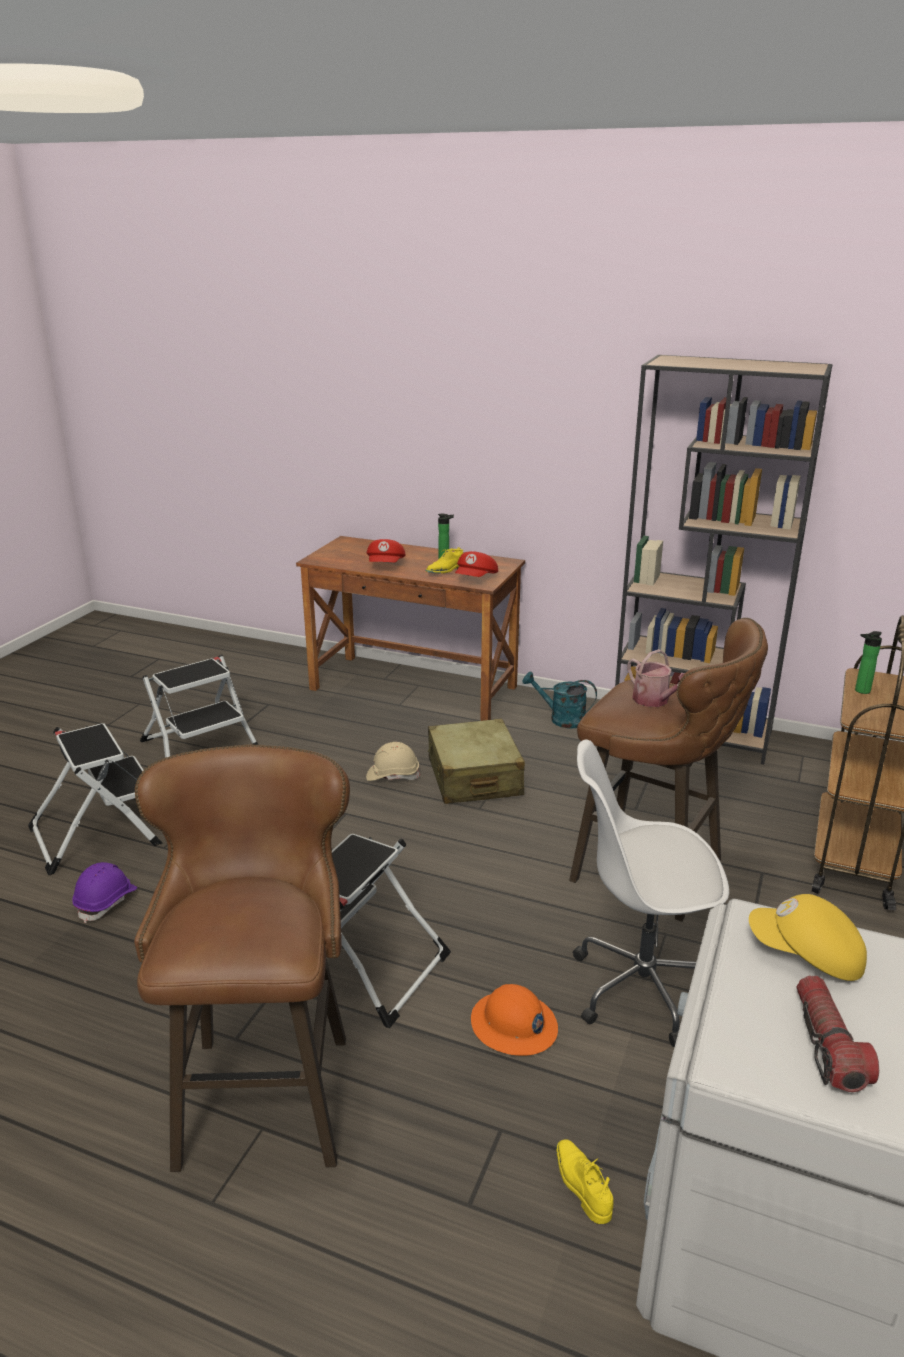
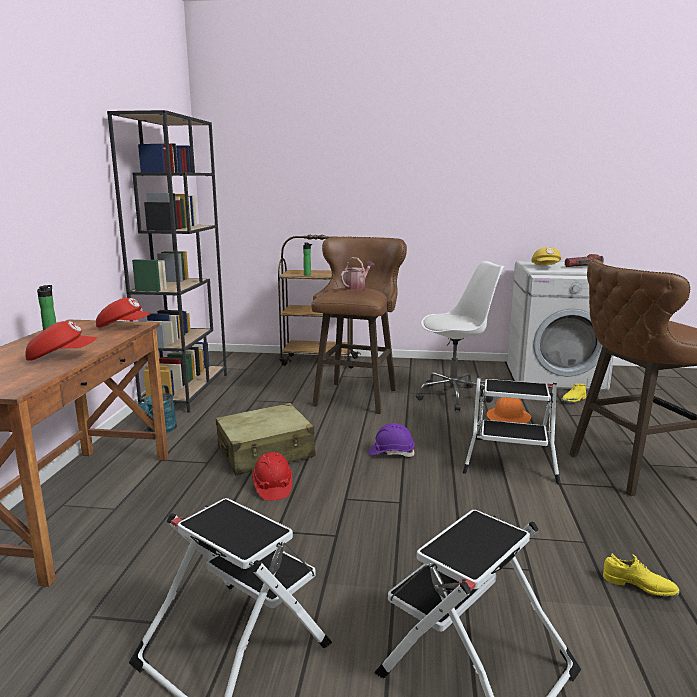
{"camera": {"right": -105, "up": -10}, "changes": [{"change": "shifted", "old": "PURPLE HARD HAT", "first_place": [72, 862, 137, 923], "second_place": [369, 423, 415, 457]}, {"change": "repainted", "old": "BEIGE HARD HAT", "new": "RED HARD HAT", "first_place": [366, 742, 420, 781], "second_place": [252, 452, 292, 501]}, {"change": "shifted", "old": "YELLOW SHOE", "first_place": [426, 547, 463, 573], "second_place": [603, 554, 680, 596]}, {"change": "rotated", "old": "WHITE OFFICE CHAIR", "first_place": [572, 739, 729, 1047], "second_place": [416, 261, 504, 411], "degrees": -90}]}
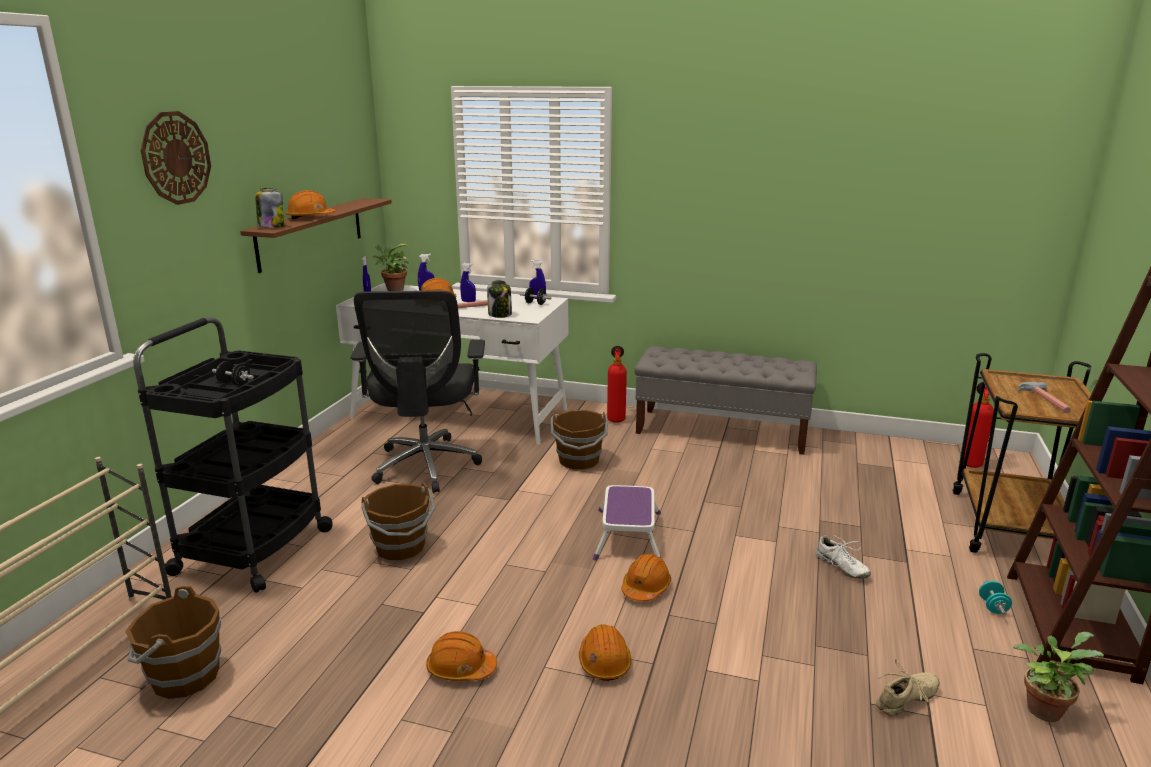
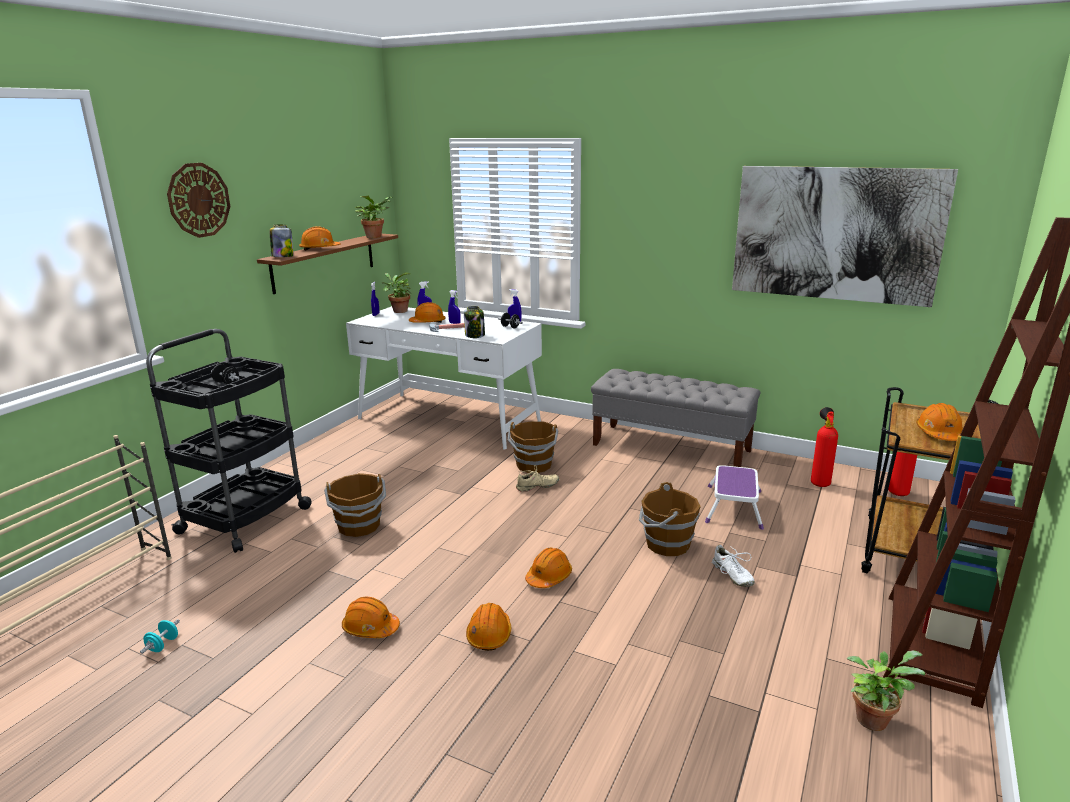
{"camera": {"right": 10, "up": 0}, "changes": [{"change": "shifted", "old": "BROWN BUCKET", "first_place": [125, 586, 221, 699], "second_place": [639, 482, 701, 556]}, {"change": "gone", "old": "OFFICE CHAIR", "first_place": [350, 291, 485, 493]}, {"change": "shifted", "old": "PURPLE STEP LADDER", "first_place": [593, 485, 661, 561], "second_place": [705, 465, 764, 530]}, {"change": "shifted", "old": "FIRE EXTINGUISHER", "first_place": [607, 346, 627, 423], "second_place": [811, 407, 838, 487]}, {"change": "shifted", "old": "BEIGE SHOE", "first_place": [876, 659, 940, 717], "second_place": [516, 465, 559, 492]}, {"change": "shifted", "old": "TURQUOISE DUMBBELL", "first_place": [979, 581, 1012, 615], "second_place": [140, 619, 180, 654]}, {"change": "swapped", "old": "HAMMER", "new": "ORANGE HARD HAT", "first_place": [1018, 382, 1071, 413], "second_place": [916, 403, 963, 441]}, {"change": "new", "new": "POTTED PLANT", "second_place": [355, 196, 393, 238]}, {"change": "new", "new": "PICTURE", "second_place": [732, 166, 958, 307]}]}
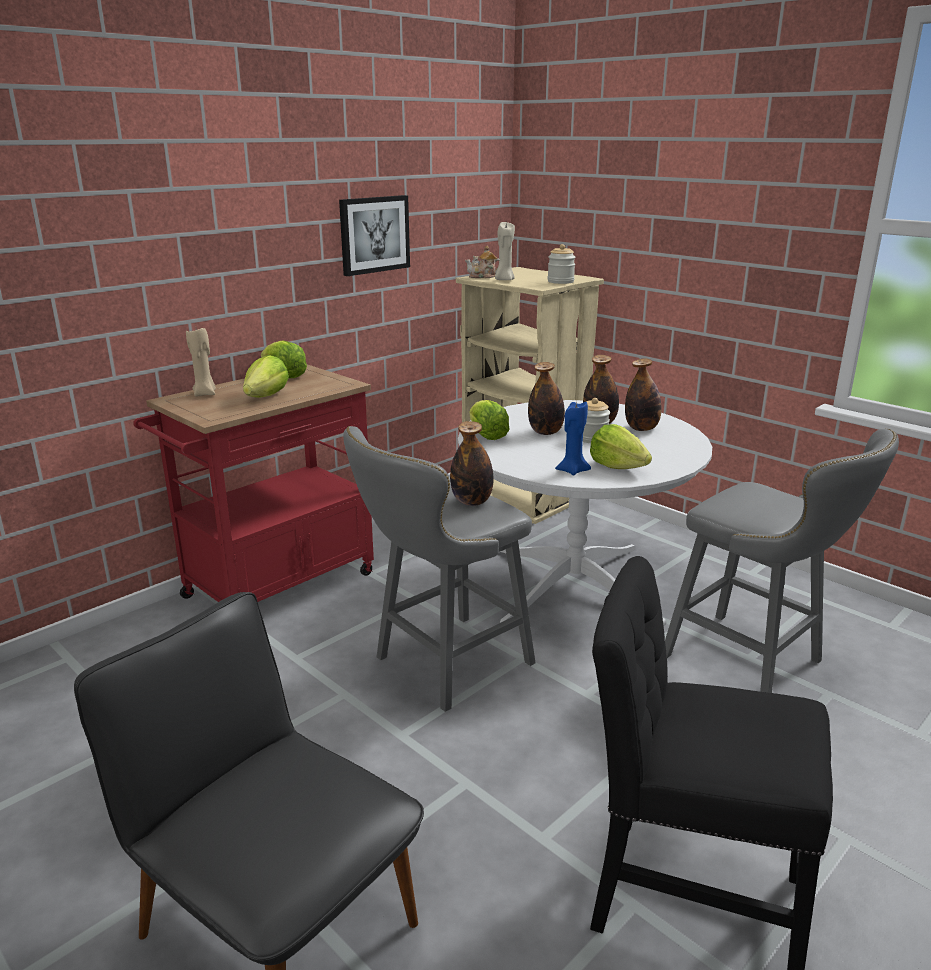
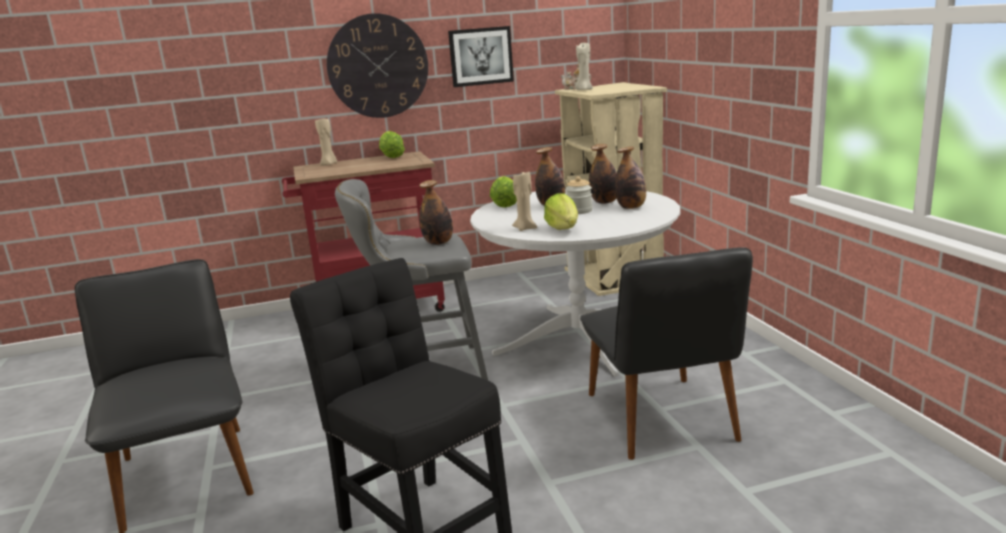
{"camera": {"right": 30, "up": -5}, "changes": [{"change": "gone", "old": "LETTUCE", "first_place": [243, 355, 289, 398]}, {"change": "gone", "old": "JAR", "first_place": [547, 244, 576, 284]}, {"change": "repainted", "old": "BLUE CANDLE", "new": "BEIGE CANDLE", "first_place": [555, 401, 591, 475], "second_place": [512, 172, 537, 231]}, {"change": "swapped", "old": "GREY STOOL", "new": "BLACK CHAIR", "first_place": [665, 429, 899, 693], "second_place": [580, 247, 753, 460]}, {"change": "new", "new": "WALL CLOCK", "second_place": [327, 13, 428, 118]}]}
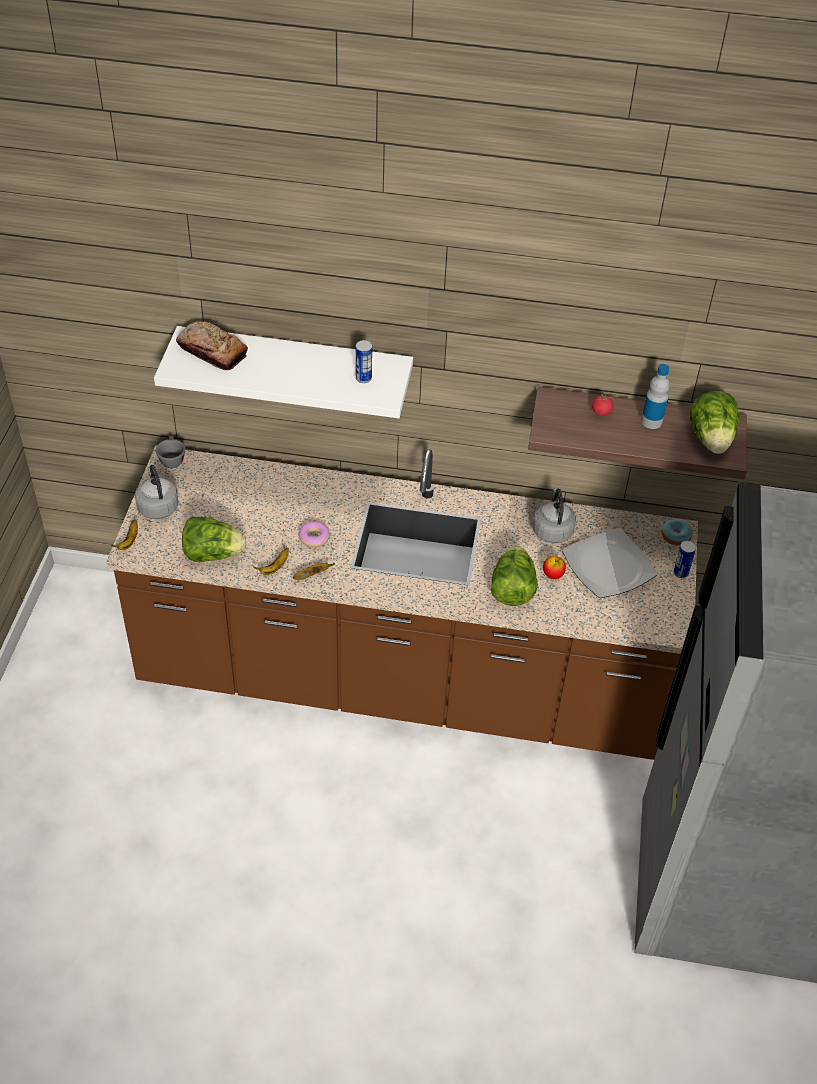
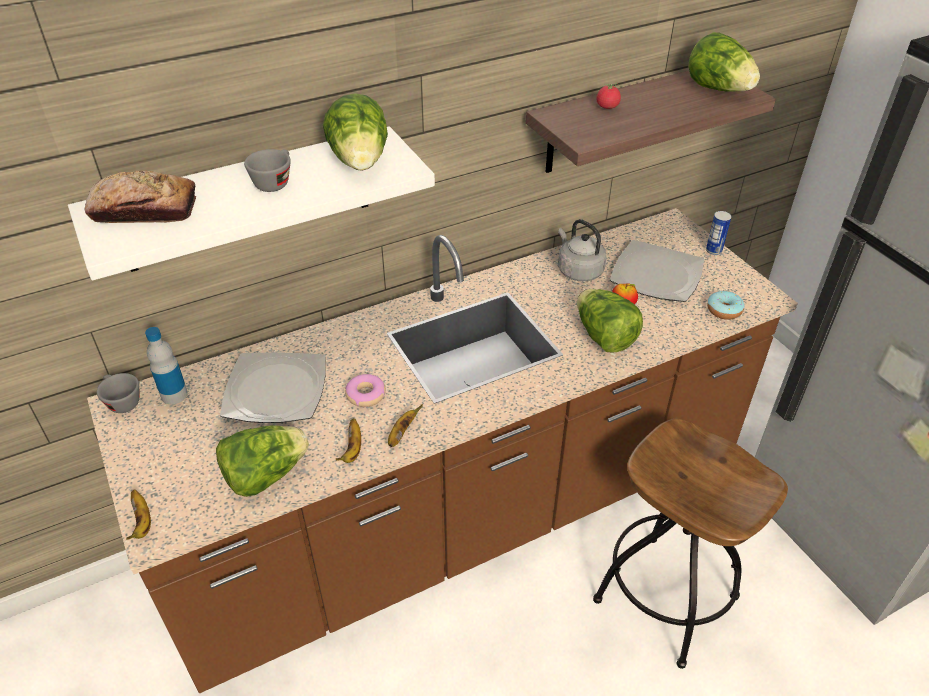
{"camera": {"right": -35, "up": -5}, "changes": [{"change": "gone", "old": "GREY KETTLE", "first_place": [135, 465, 179, 519]}, {"change": "swapped", "old": "CAN", "new": "LETTUCE", "first_place": [356, 340, 372, 383], "second_place": [323, 93, 388, 171]}, {"change": "shifted", "old": "BOTTLE", "first_place": [641, 364, 670, 429], "second_place": [145, 327, 188, 404]}, {"change": "shifted", "old": "DONUT", "first_place": [662, 519, 693, 546], "second_place": [707, 291, 745, 320]}, {"change": "new", "new": "PLATE", "second_place": [220, 353, 325, 423]}, {"change": "new", "new": "GREY CUP", "second_place": [244, 149, 291, 192]}, {"change": "new", "new": "BROWN STOOL", "second_place": [593, 418, 788, 669]}]}
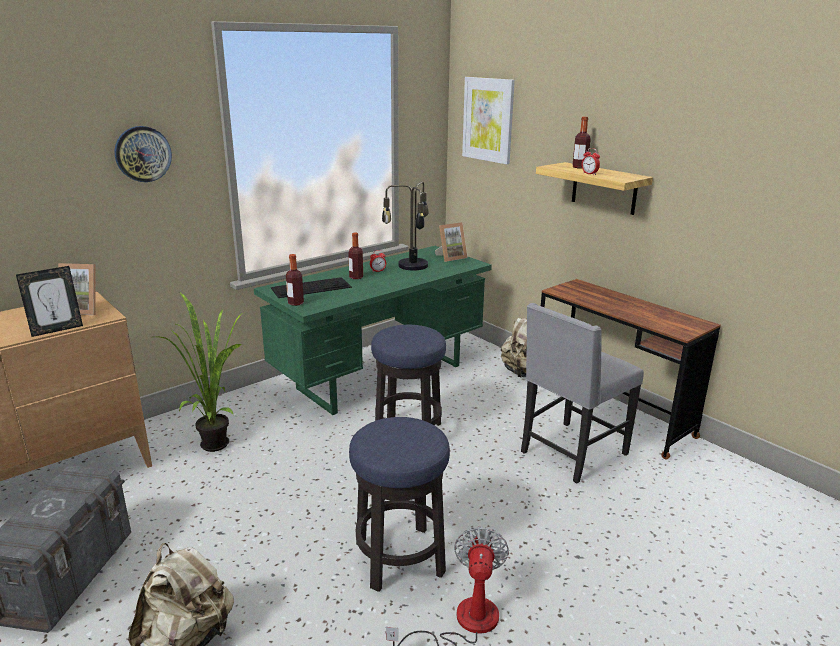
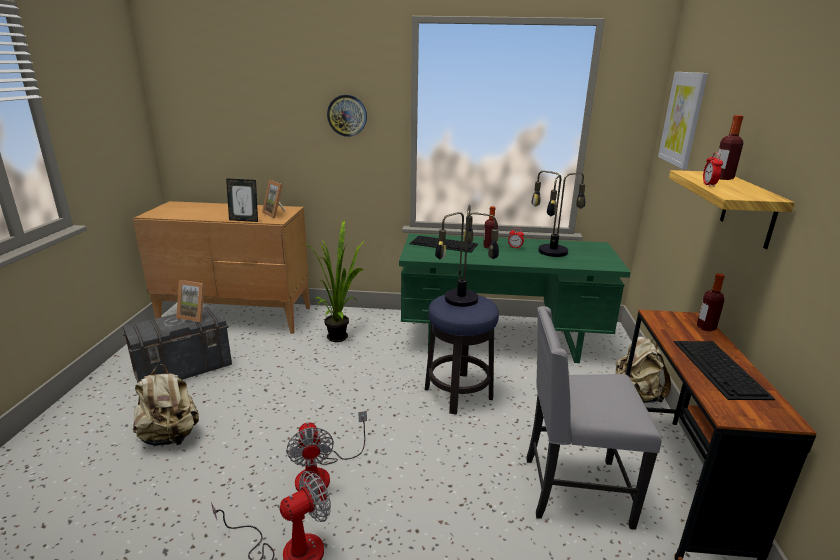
{"camera": {"right": 45, "up": 0}, "changes": [{"change": "shifted", "old": "BOTTLE", "first_place": [286, 254, 304, 306], "second_place": [697, 273, 725, 331]}, {"change": "swapped", "old": "STOOL", "new": "FAN", "first_place": [349, 417, 450, 592], "second_place": [286, 411, 367, 491]}, {"change": "shifted", "old": "PICTURE FRAME", "first_place": [435, 222, 468, 262], "second_place": [176, 280, 204, 322]}, {"change": "new", "new": "TABLE LAMP", "second_place": [435, 205, 499, 307]}, {"change": "new", "new": "KEYBOARD", "second_place": [674, 341, 775, 400]}]}
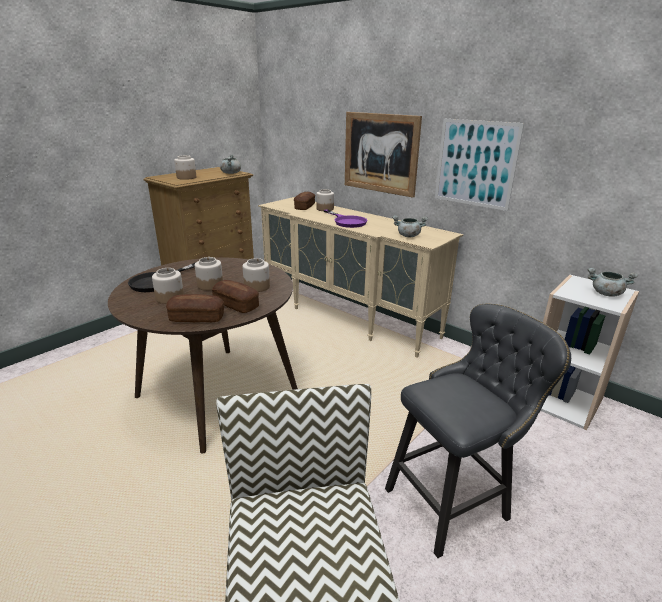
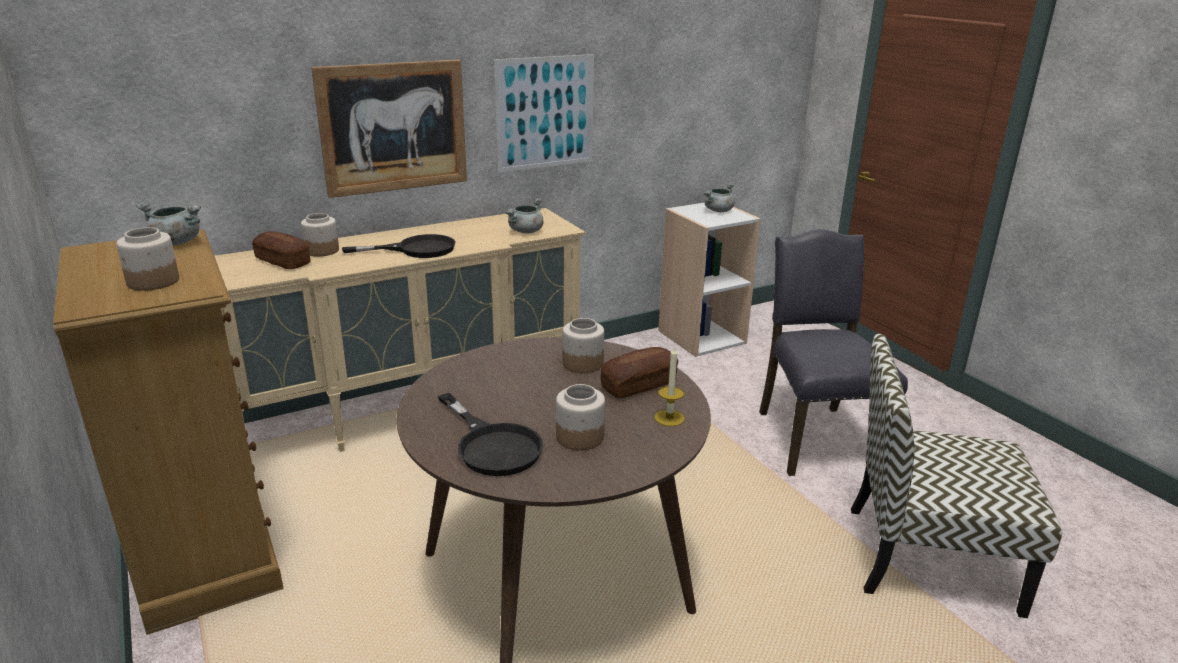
{"camera": {"right": -70, "up": 0}, "changes": [{"change": "swapped", "old": "BREAD", "new": "CANDLE", "first_place": [166, 294, 224, 322], "second_place": [654, 346, 684, 427]}, {"change": "gone", "old": "JAR", "first_place": [195, 257, 223, 291]}, {"change": "repainted", "old": "PURPLE FRYING PAN", "new": "BLACK FRYING PAN", "first_place": [324, 209, 367, 228], "second_place": [342, 234, 456, 258]}, {"change": "swapped", "old": "GREY STOOL", "new": "GREY CHAIR", "first_place": [385, 304, 571, 558], "second_place": [759, 229, 908, 476]}]}
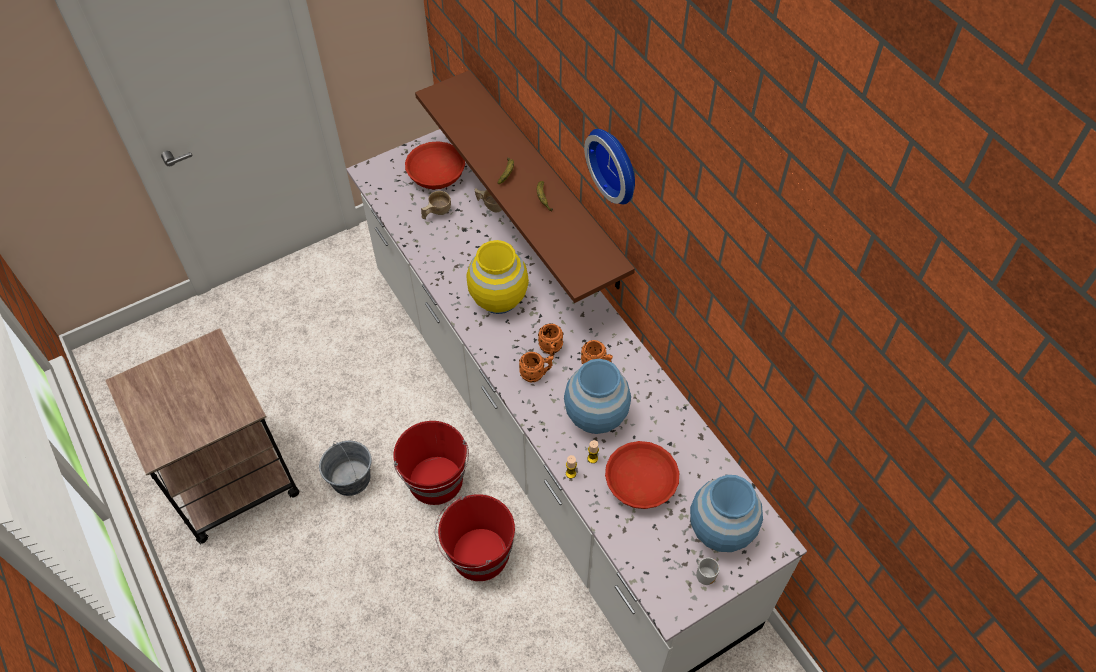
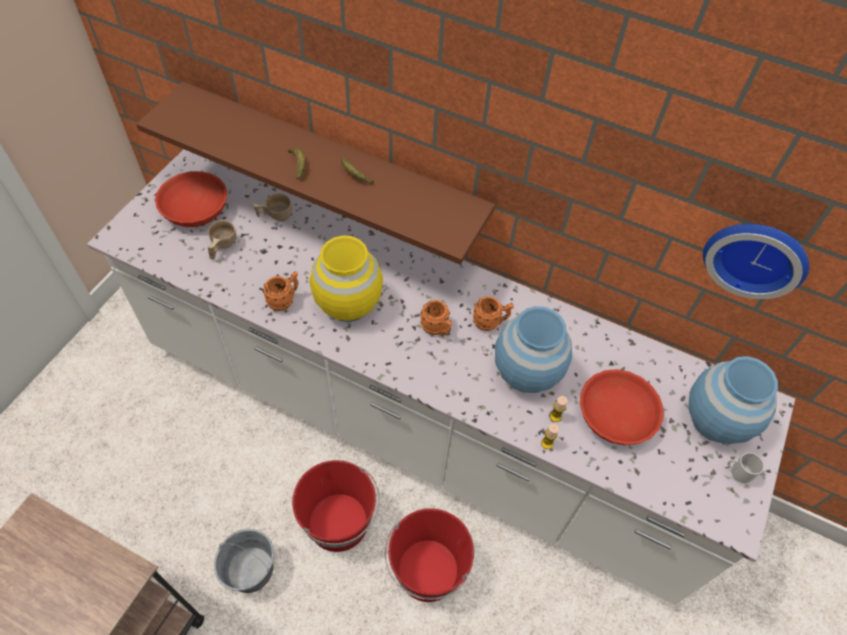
{"camera": {"right": -35, "up": 0}, "changes": [{"change": "shifted", "old": "ORANGE MUG", "first_place": [519, 352, 553, 382], "second_place": [263, 271, 299, 311]}, {"change": "shifted", "old": "WALL CLOCK", "first_place": [584, 129, 635, 204], "second_place": [703, 224, 809, 299]}]}
